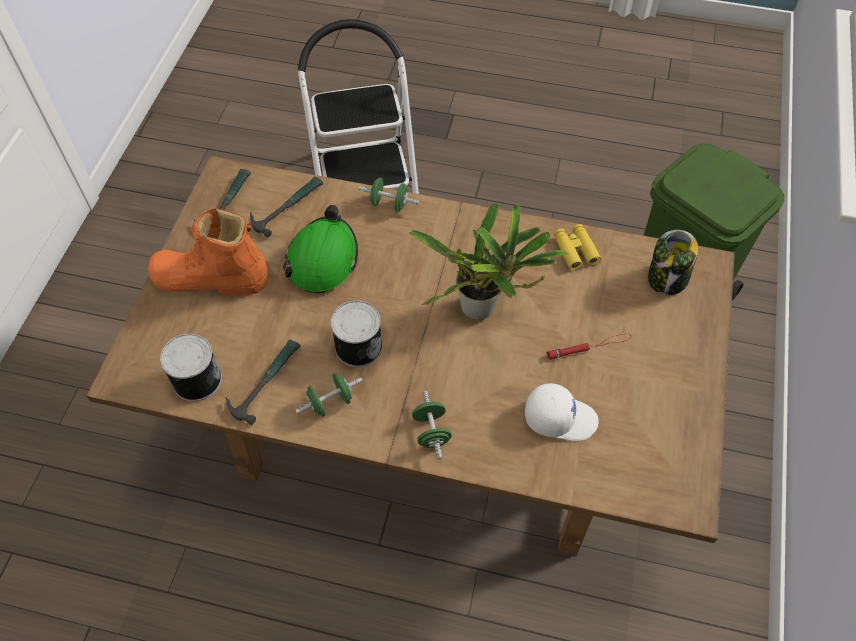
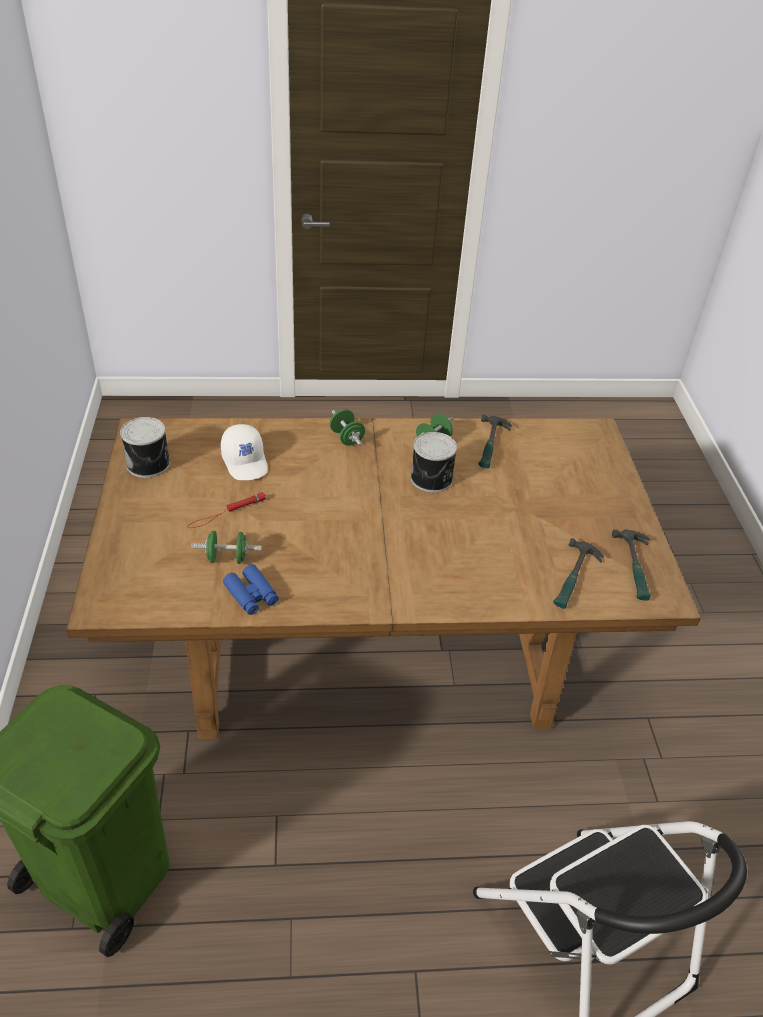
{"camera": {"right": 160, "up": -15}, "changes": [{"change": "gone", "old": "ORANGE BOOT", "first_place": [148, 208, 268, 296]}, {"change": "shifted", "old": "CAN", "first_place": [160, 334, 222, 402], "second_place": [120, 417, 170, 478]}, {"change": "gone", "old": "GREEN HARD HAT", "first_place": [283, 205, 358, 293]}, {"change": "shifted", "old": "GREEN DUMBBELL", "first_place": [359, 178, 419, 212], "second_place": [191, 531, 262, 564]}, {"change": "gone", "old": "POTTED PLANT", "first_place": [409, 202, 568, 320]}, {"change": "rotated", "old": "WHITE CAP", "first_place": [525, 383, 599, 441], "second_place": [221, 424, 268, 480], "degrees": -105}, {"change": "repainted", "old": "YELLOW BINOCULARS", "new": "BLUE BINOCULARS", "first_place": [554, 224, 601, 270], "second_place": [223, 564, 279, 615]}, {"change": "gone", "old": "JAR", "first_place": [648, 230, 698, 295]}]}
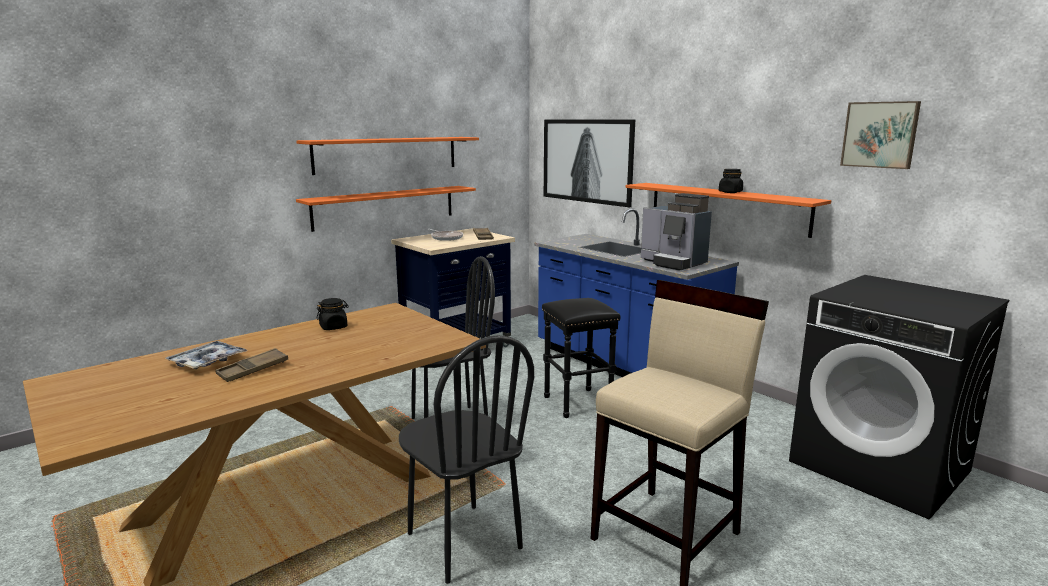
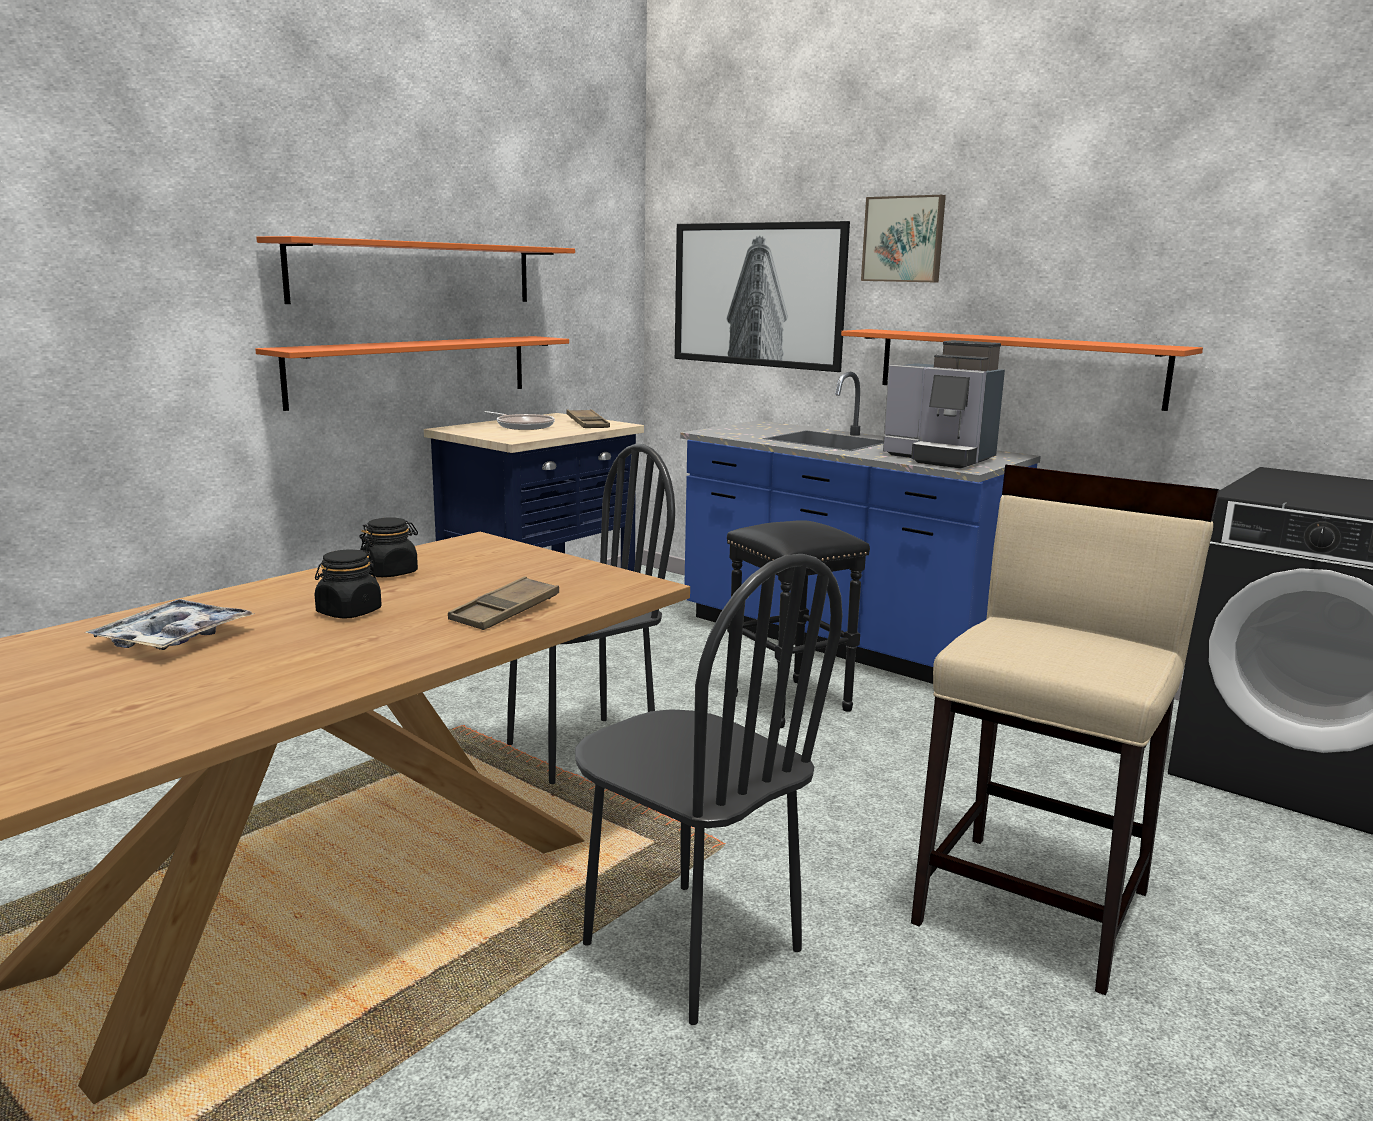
{"camera": {"right": -10, "up": 0}, "changes": [{"change": "shifted", "old": "BROWN TRAY", "first_place": [215, 348, 288, 382], "second_place": [448, 576, 559, 630]}, {"change": "shifted", "old": "BLACK JAR", "first_place": [719, 169, 743, 193], "second_place": [315, 550, 382, 619]}, {"change": "shifted", "old": "PICTURE", "first_place": [840, 101, 921, 169], "second_place": [861, 195, 946, 283]}]}
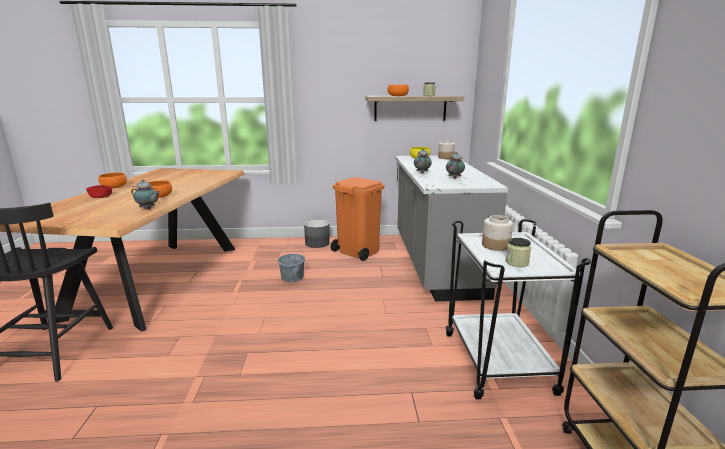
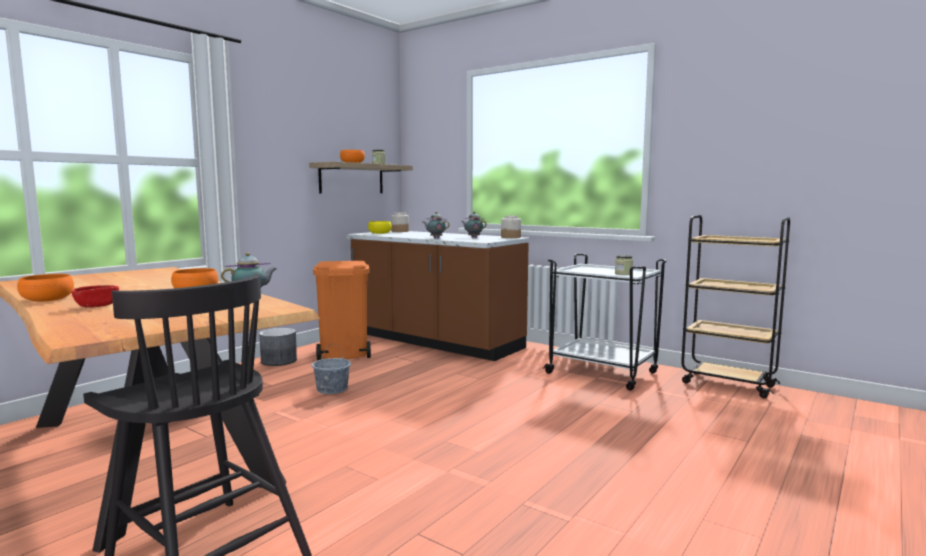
{"camera": {"right": -50, "up": -10}, "changes": [{"change": "repainted", "old": "GREY COUNTER", "new": "BROWN COUNTER", "first_place": [395, 155, 508, 301], "second_place": [346, 231, 530, 361]}, {"change": "shifted", "old": "JAR", "first_place": [482, 215, 513, 251], "second_place": [501, 216, 521, 238]}]}
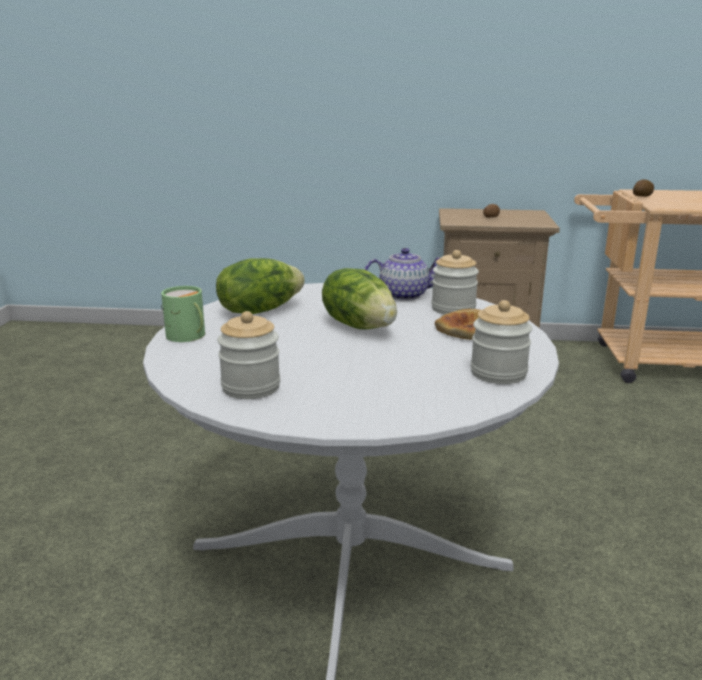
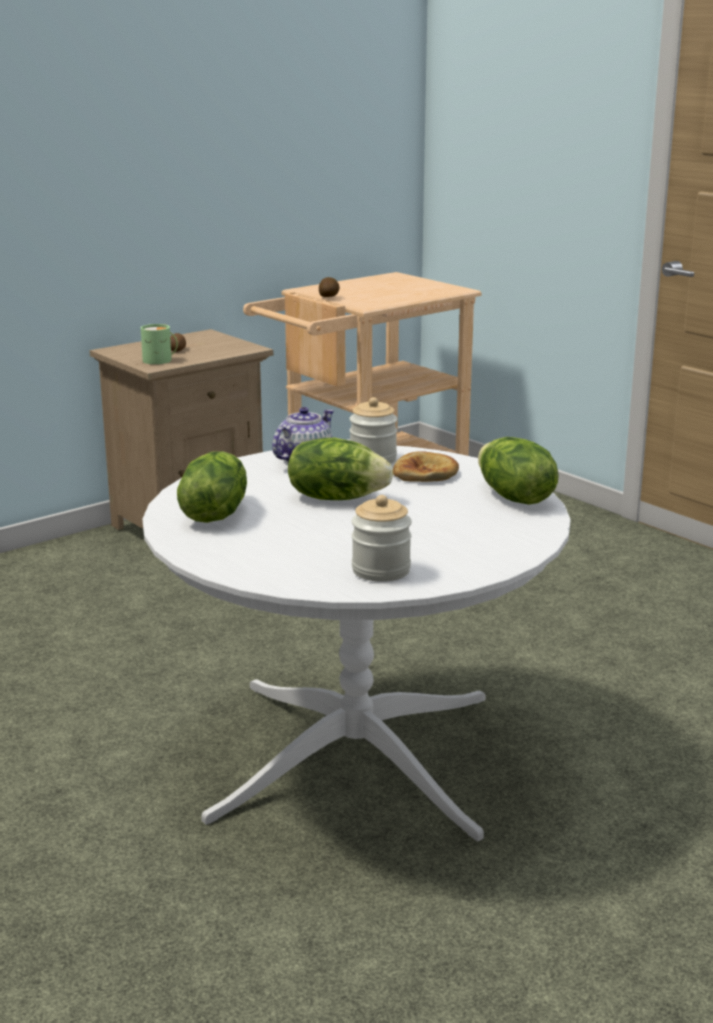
{"camera": {"right": -45, "up": 0}, "changes": [{"change": "shifted", "old": "GREEN MUG", "first_place": [161, 286, 205, 342], "second_place": [141, 324, 178, 364]}, {"change": "swapped", "old": "JAR", "new": "LETTUCE", "first_place": [470, 300, 532, 384], "second_place": [478, 437, 559, 504]}]}
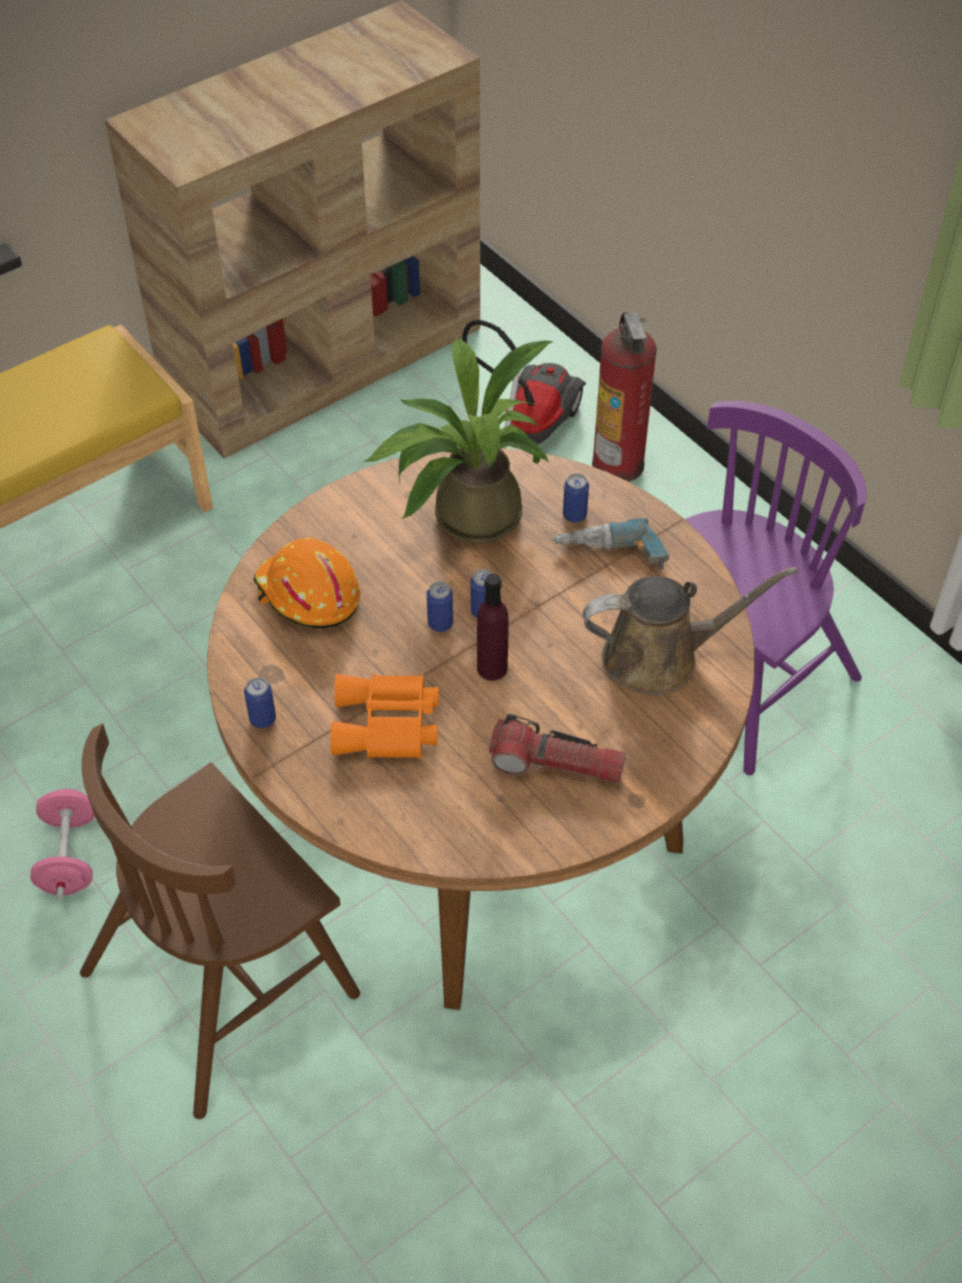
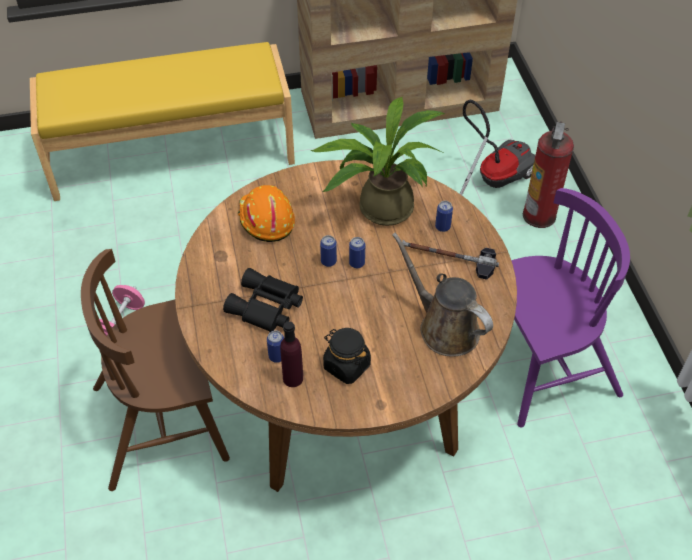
{"camera": {"right": 25, "up": 0}, "changes": [{"change": "shifted", "old": "CAN", "first_place": [244, 677, 276, 728], "second_place": [267, 330, 284, 363]}, {"change": "repainted", "old": "ORANGE BINOCULARS", "new": "BLACK BINOCULARS", "first_place": [330, 674, 439, 759], "second_place": [223, 268, 303, 332]}, {"change": "shifted", "old": "PURPLE BOTTLE", "first_place": [477, 574, 509, 680], "second_place": [280, 321, 303, 387]}, {"change": "swapped", "old": "FLASHLIGHT", "new": "BLACK JAR", "first_place": [489, 714, 626, 783], "second_place": [323, 328, 371, 384]}, {"change": "swapped", "old": "POWER DRILL", "new": "HAMMER", "first_place": [551, 518, 669, 570], "second_place": [402, 240, 499, 280]}, {"change": "rotated", "old": "BROWN WATERING CAN", "first_place": [583, 567, 798, 696], "second_place": [392, 232, 493, 357], "degrees": -150}]}
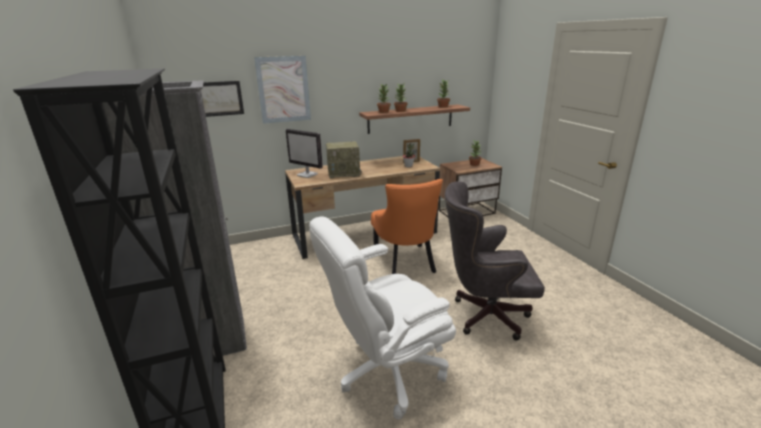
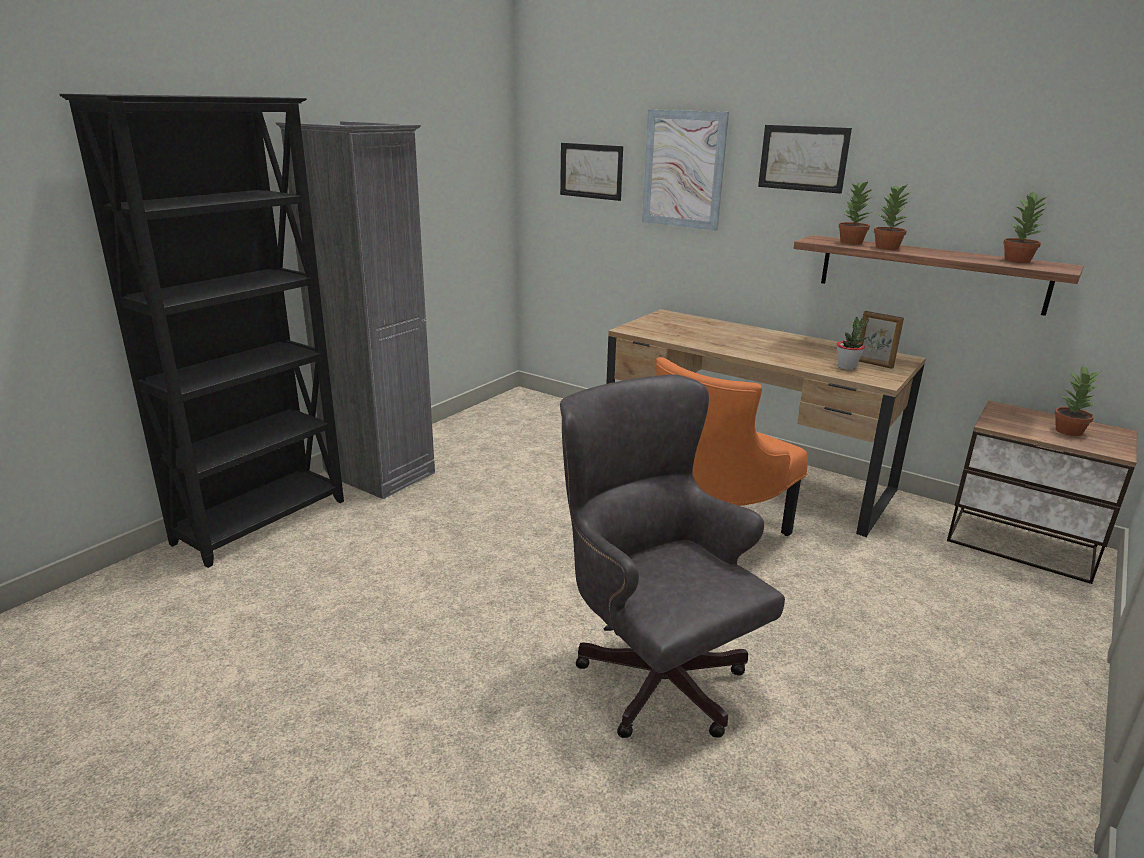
{"camera": {"right": 55, "up": 0}, "changes": [{"change": "gone", "old": "MONITOR", "first_place": [286, 129, 323, 178]}, {"change": "gone", "old": "WHITE OFFICE CHAIR", "first_place": [309, 216, 456, 419]}, {"change": "gone", "old": "RADIO", "first_place": [326, 141, 362, 178]}, {"change": "new", "new": "PICTURE", "second_place": [758, 125, 852, 194]}]}
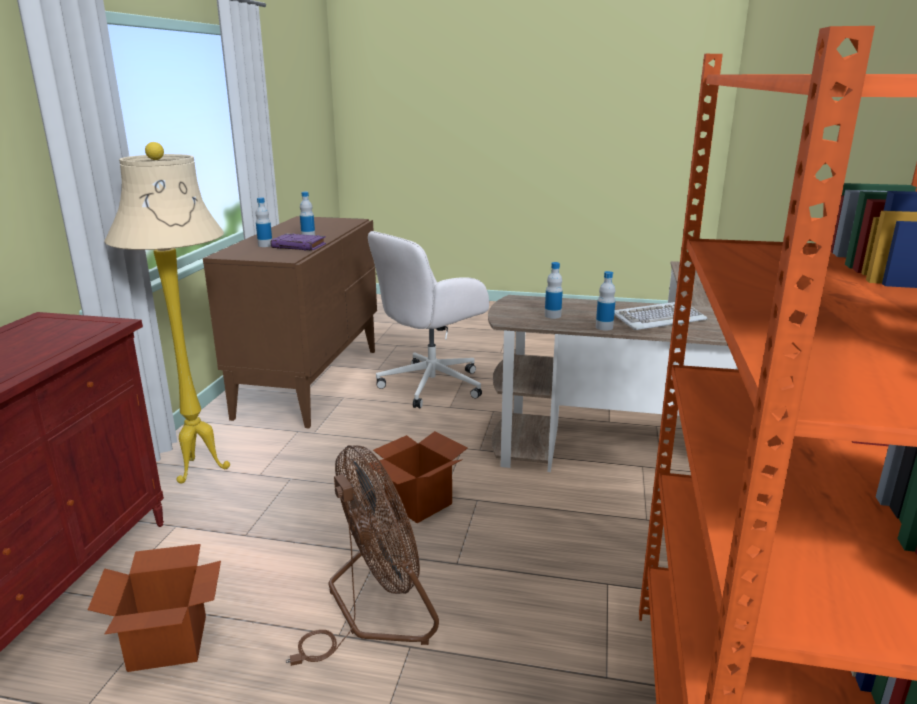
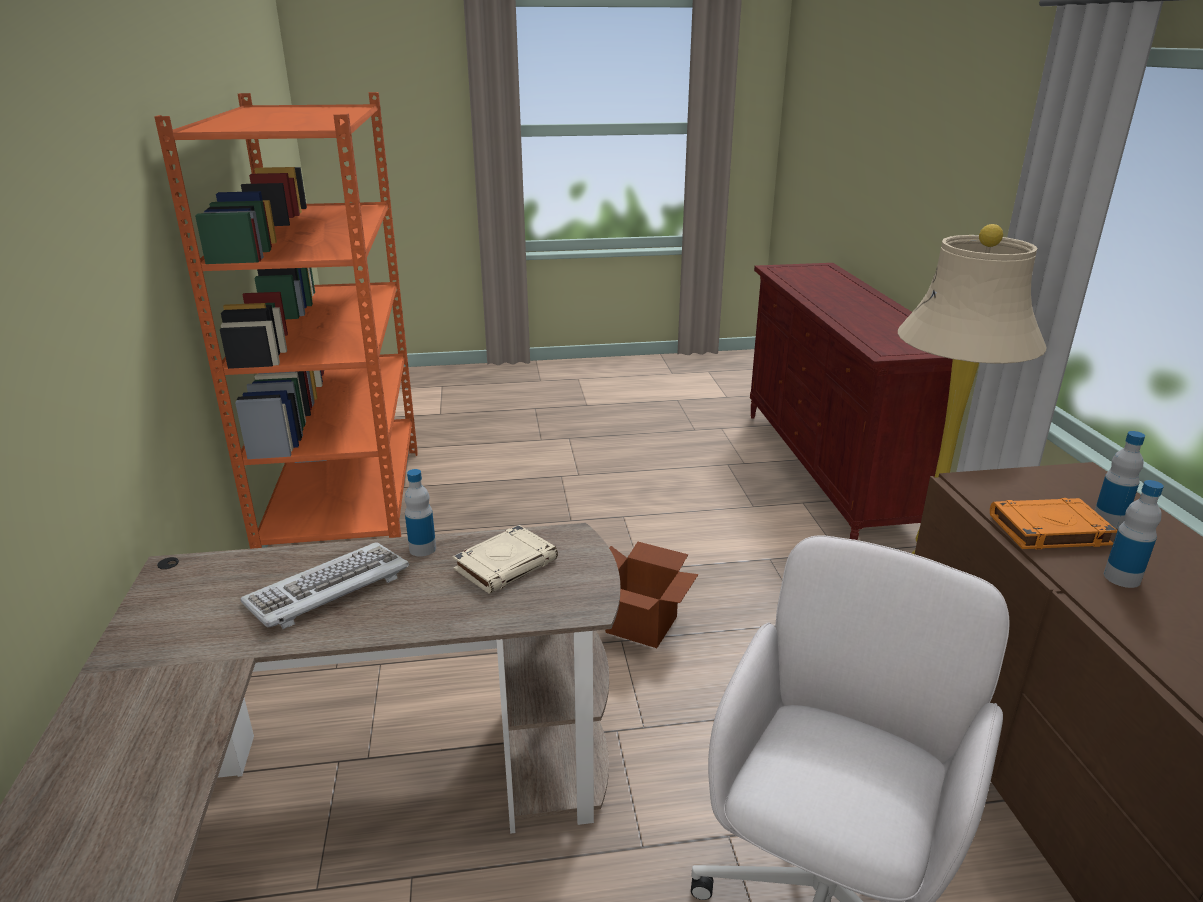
{"camera": {"right": 160, "up": 5}, "changes": [{"change": "gone", "old": "CARDBOARD BOX", "first_place": [88, 544, 221, 672]}, {"change": "repainted", "old": "PURPLE BOOK", "new": "ORANGE BOOK", "first_place": [271, 234, 326, 251], "second_place": [990, 498, 1118, 549]}, {"change": "gone", "old": "BROWN FAN", "first_place": [286, 445, 439, 666]}, {"change": "swapped", "old": "BOTTLE", "new": "BEIGE BOOK", "first_place": [545, 262, 563, 319], "second_place": [453, 525, 558, 594]}]}
